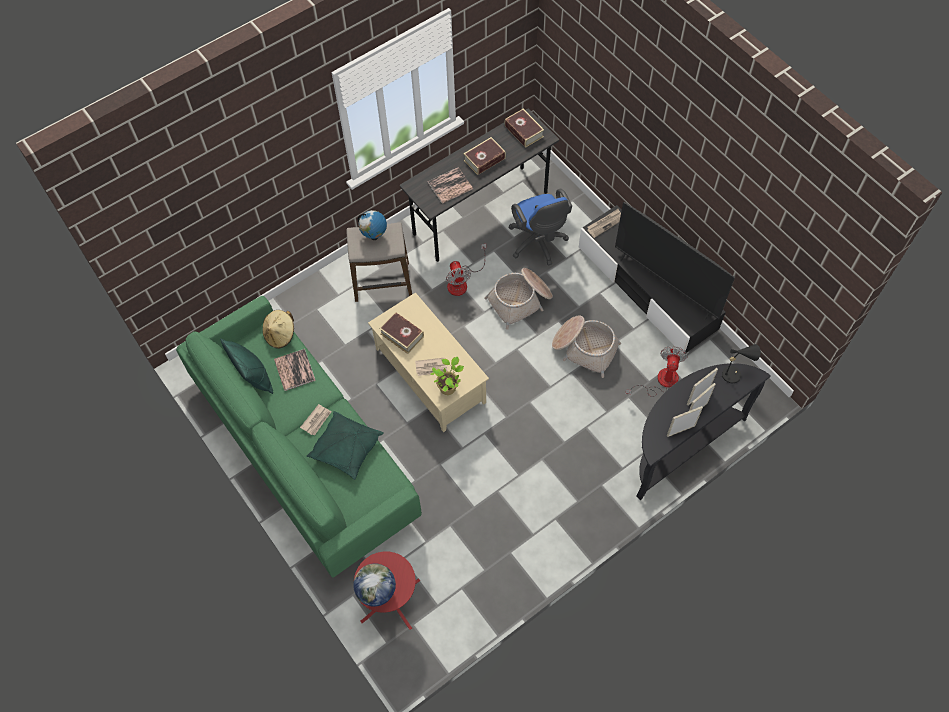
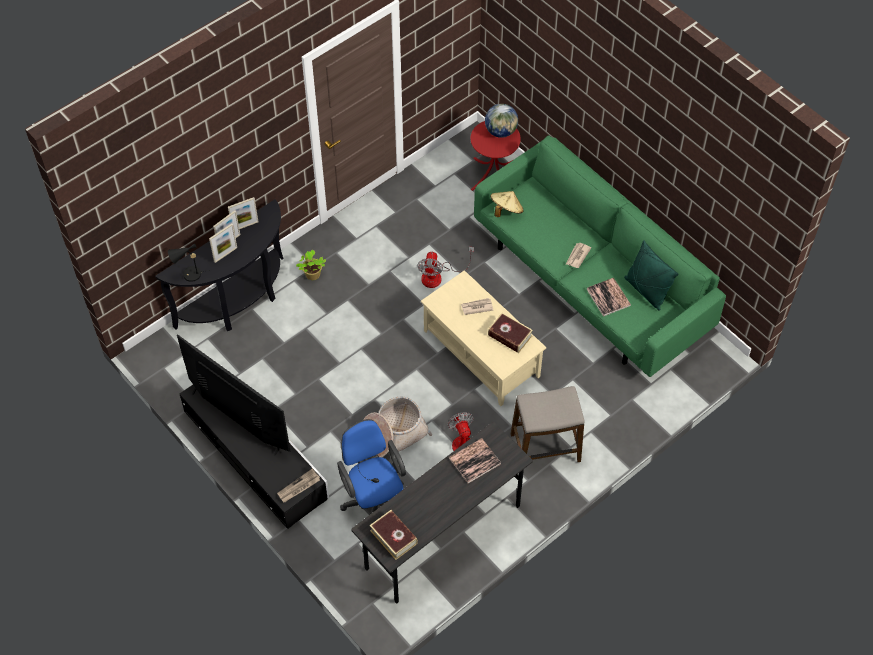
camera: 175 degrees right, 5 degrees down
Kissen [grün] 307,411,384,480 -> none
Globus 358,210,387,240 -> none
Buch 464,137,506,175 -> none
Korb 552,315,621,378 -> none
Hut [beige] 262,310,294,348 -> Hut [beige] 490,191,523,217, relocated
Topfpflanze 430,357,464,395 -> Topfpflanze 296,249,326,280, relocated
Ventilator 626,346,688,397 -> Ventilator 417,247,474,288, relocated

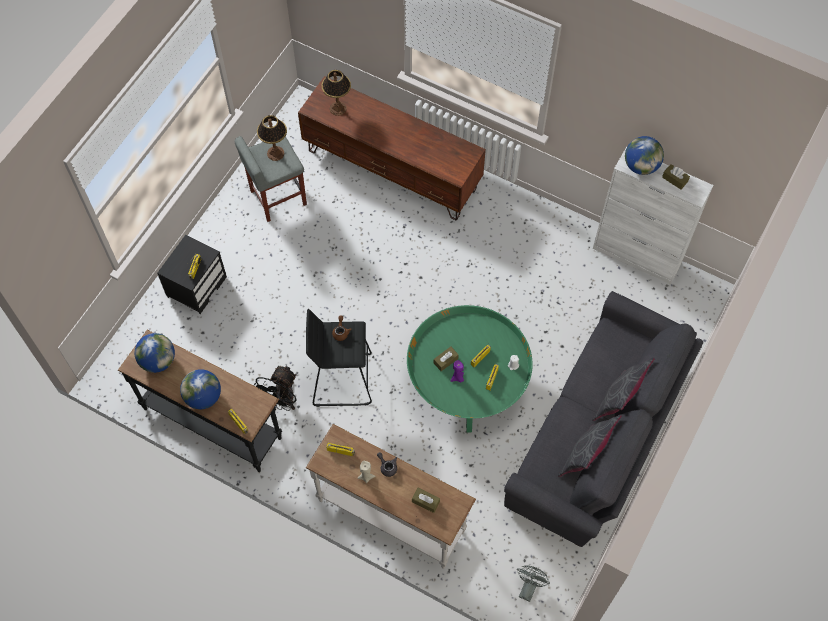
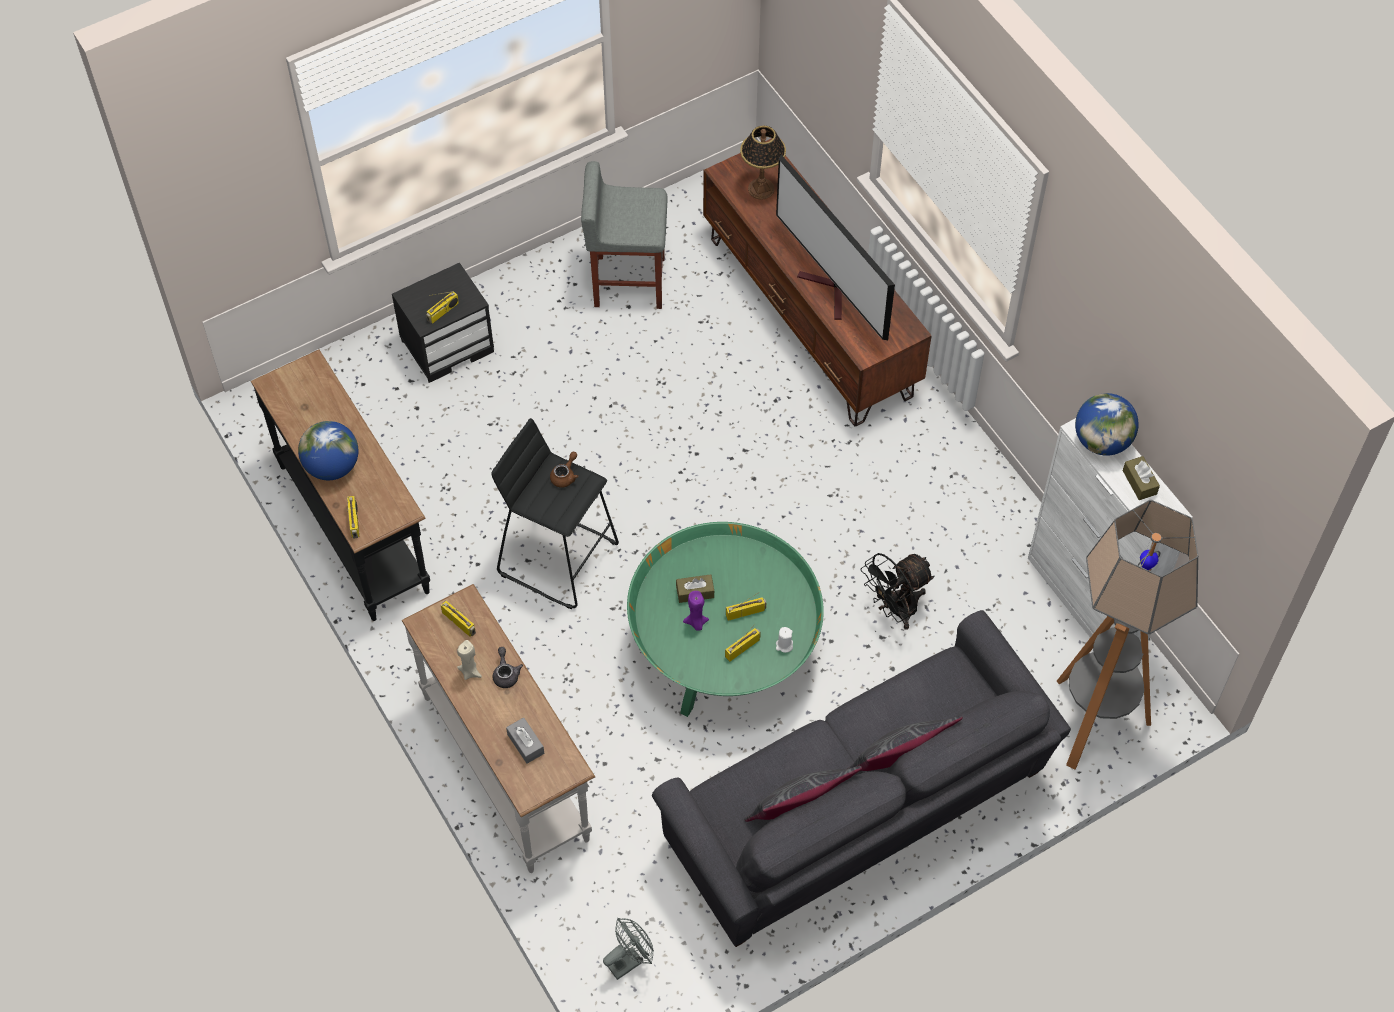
camera: 30 degrees right, 5 degrees down
Globus 135,333,175,373 -> none
Tischlampe 257,115,287,161 -> none
none -> Fernseher 776,155,895,340
none -> Stehlampe 1057,500,1198,769
Ventilator [schwarz] 254,366,297,411 -> Ventilator [schwarz] 861,553,935,630, relocated
Taschentuchbox [braun] 412,488,440,513 -> Taschentuchbox [grau] 506,717,544,764

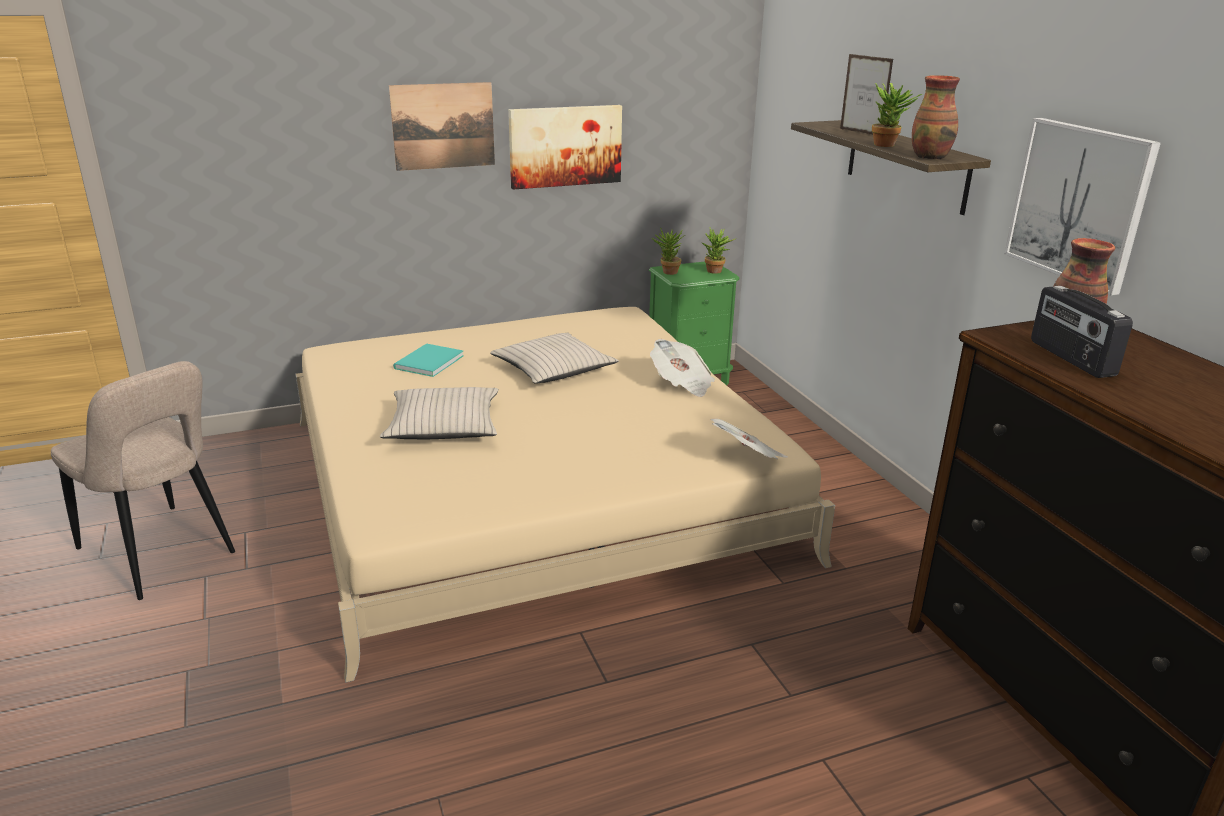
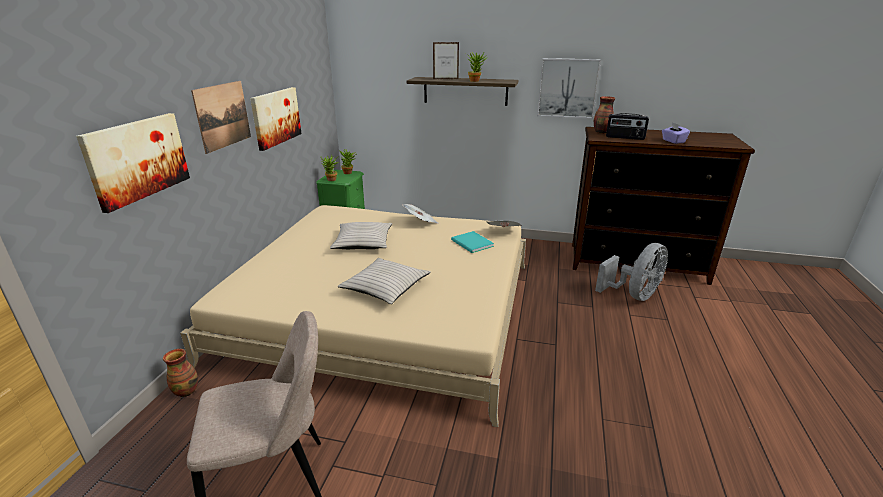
camera: 55 degrees left, 0 degrees up
none -> Bild 76,113,190,213
none -> Ventilator [grau] 595,243,668,301
none -> Taschentuchbox [lila] 662,122,690,144
Buch [türkis] 393,344,464,377 -> Buch [türkis] 451,231,494,253, relocated
Vase 912,75,960,159 -> Vase 163,349,198,397, relocated

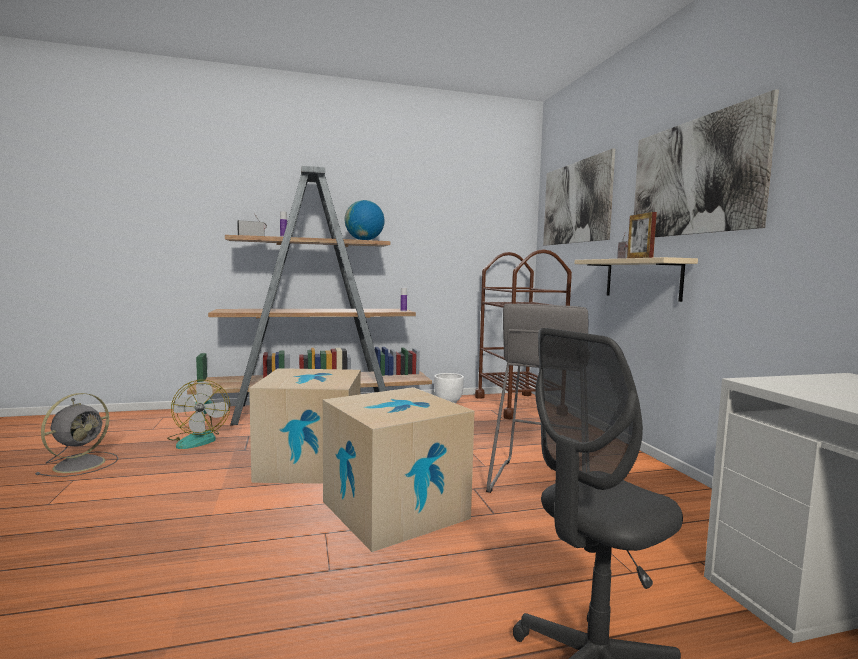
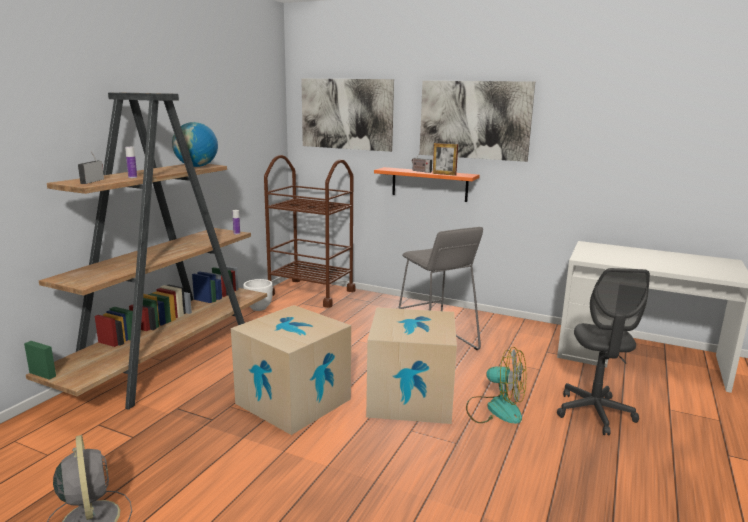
camera: 50 degrees left, 10 degrees up
Ventilator 167,380,230,449 -> Ventilator 466,347,526,424, relocated
Wandregal [beige] 575,257,698,302 -> Wandregal [orange] 374,167,480,202

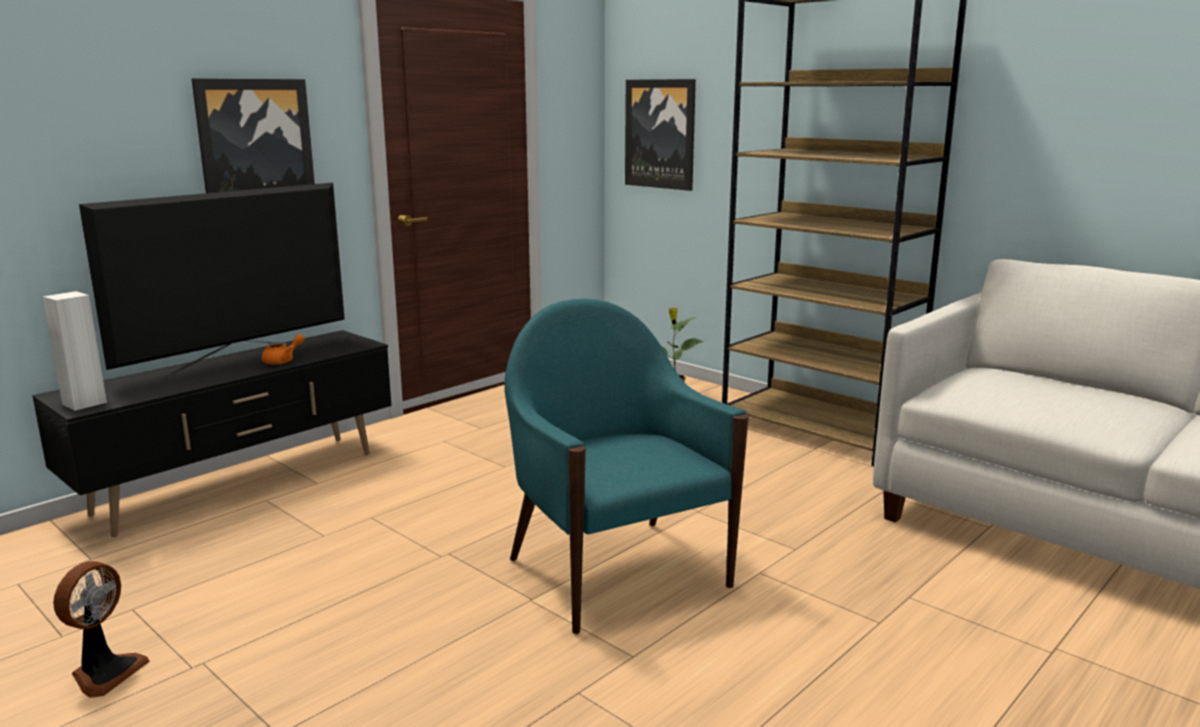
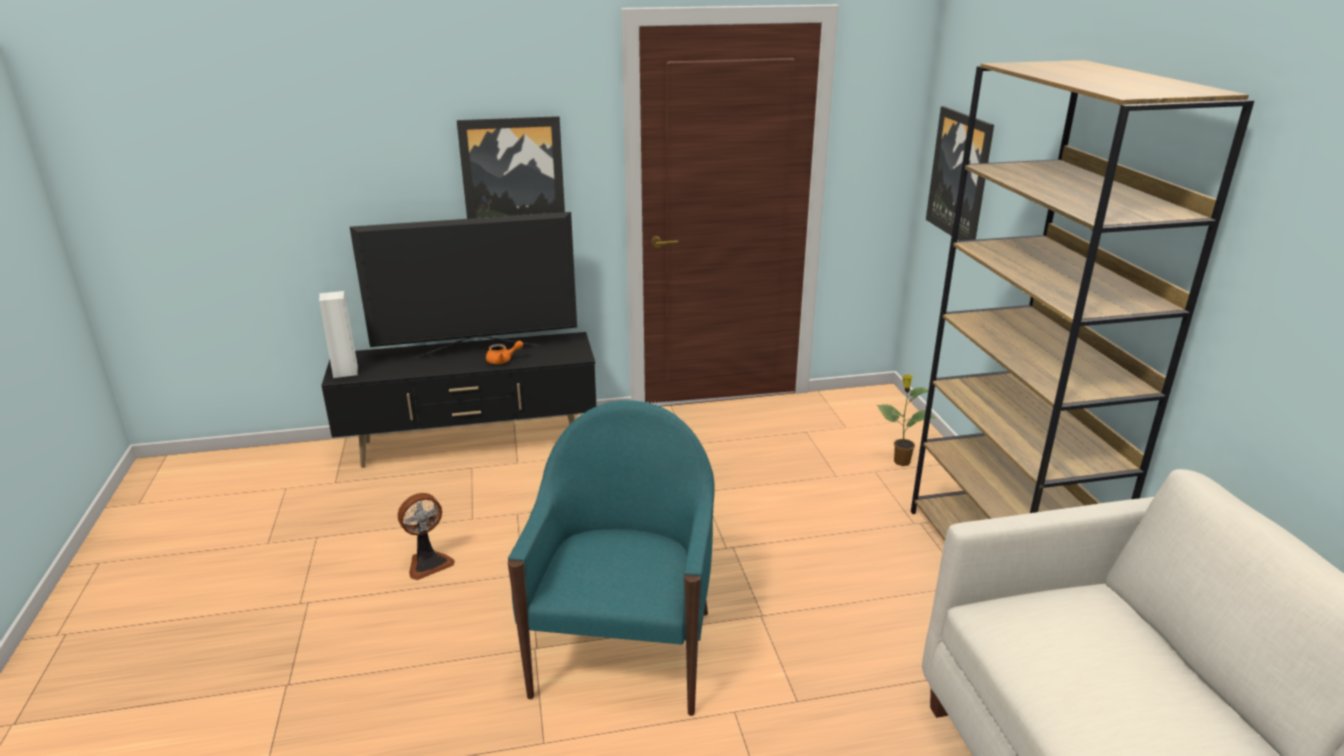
camera: 35 degrees right, 10 degrees up
Ventilator 53,561,150,698 -> Ventilator 398,493,455,580, relocated

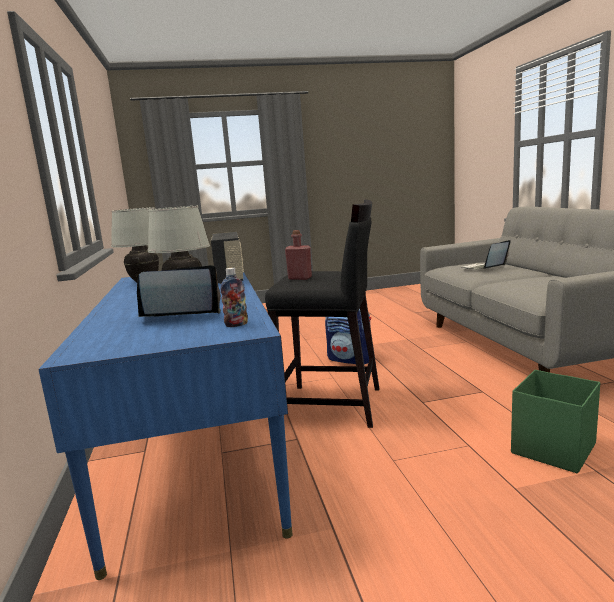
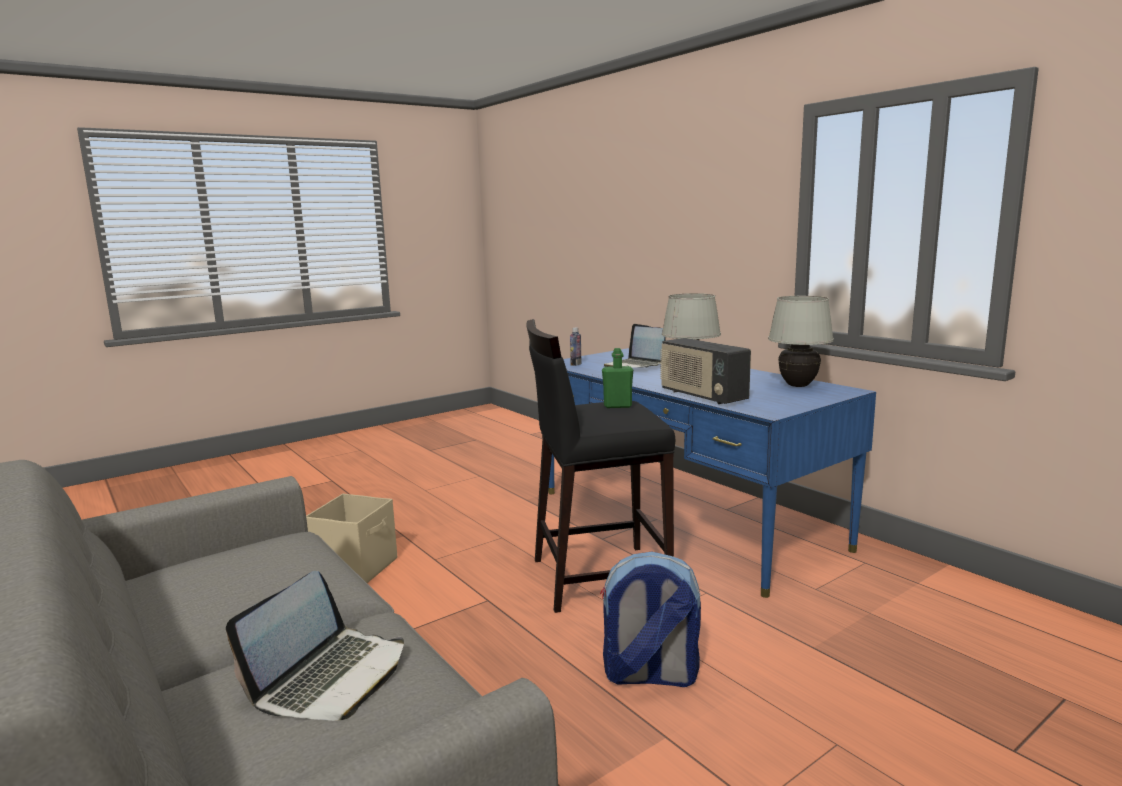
camera: 155 degrees right, 0 degrees up
Flasche [rot] 285,230,312,280 -> Flasche [grün] 602,348,633,408
Aufbewahrungsbox [grün] 511,370,600,473 -> Aufbewahrungsbox [beige] 306,494,397,583
Laptop 137,265,221,317 -> Laptop 604,324,666,368, 90 degrees clockwise

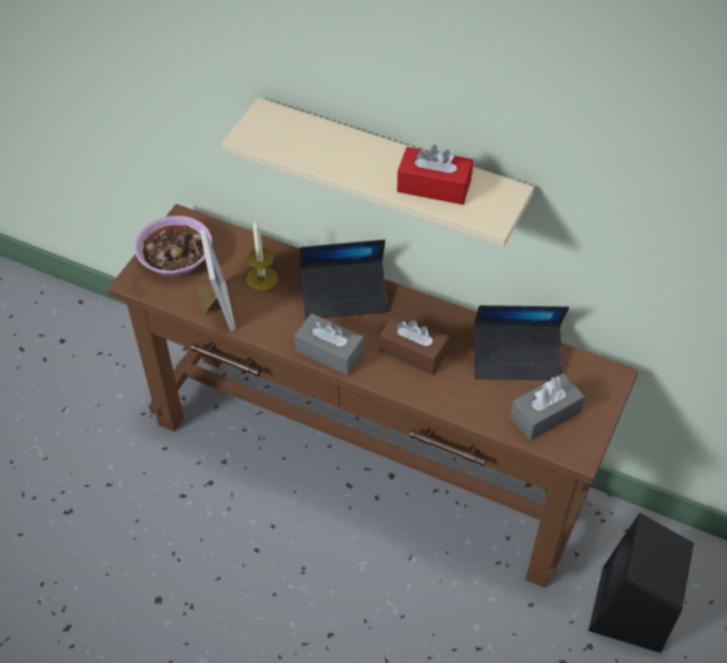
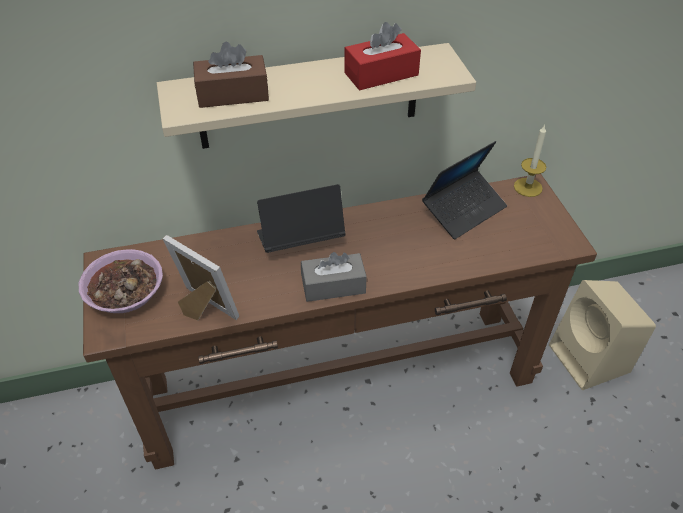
camera: 40 degrees left, 5 degrees down
Taschentuchbox [grau] 510,374,584,440 -> none
Kerze 246,219,278,291 -> Kerze 514,124,546,197, relocated
Taschentuchbox [braun] 380,313,450,375 -> Taschentuchbox [braun] 193,42,269,108, relocated
Lautsprecher [schwarz] 589,513,694,653 -> Lautsprecher [beige] 549,280,656,390
Laptop 299,240,388,319 -> Laptop 257,184,346,253, 150 degrees counterclockwise

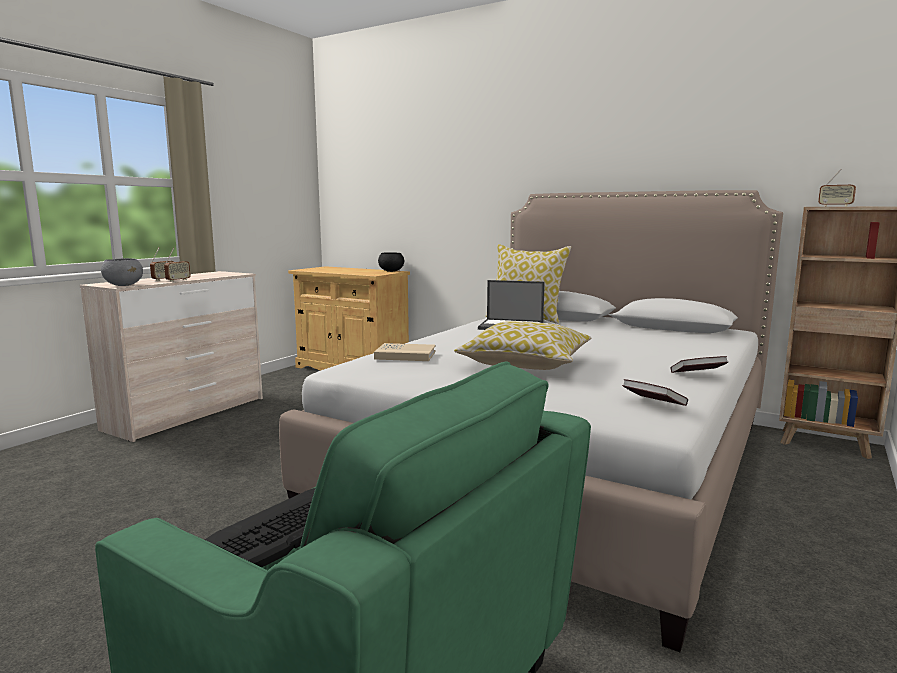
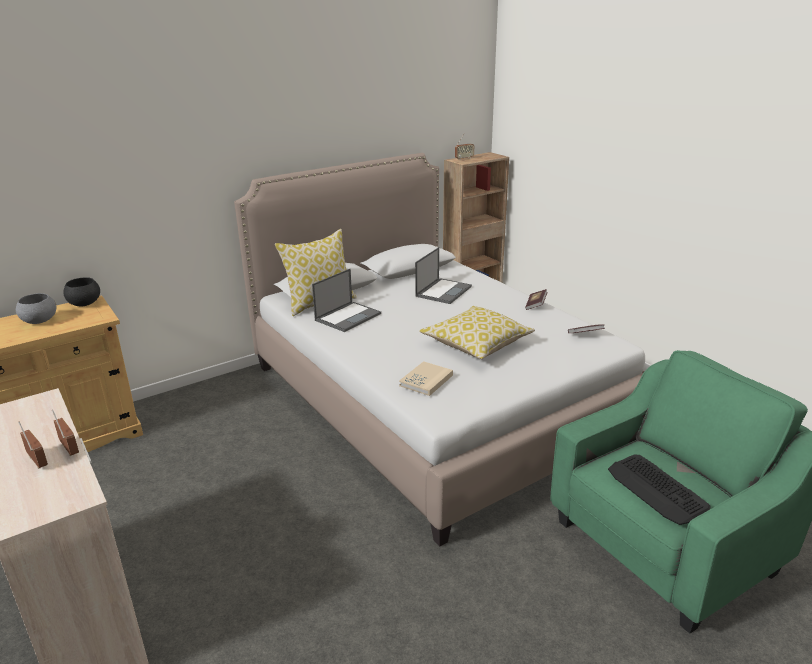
camera: 65 degrees left, 15 degrees up
none -> Laptop 415,247,472,304
Schüssel [grau] 101,258,143,286 -> Schüssel [grau] 16,293,57,324, relocated

